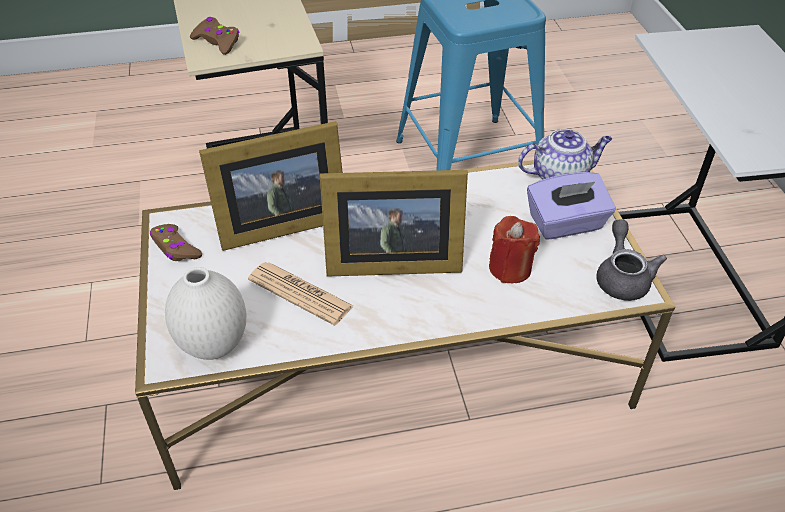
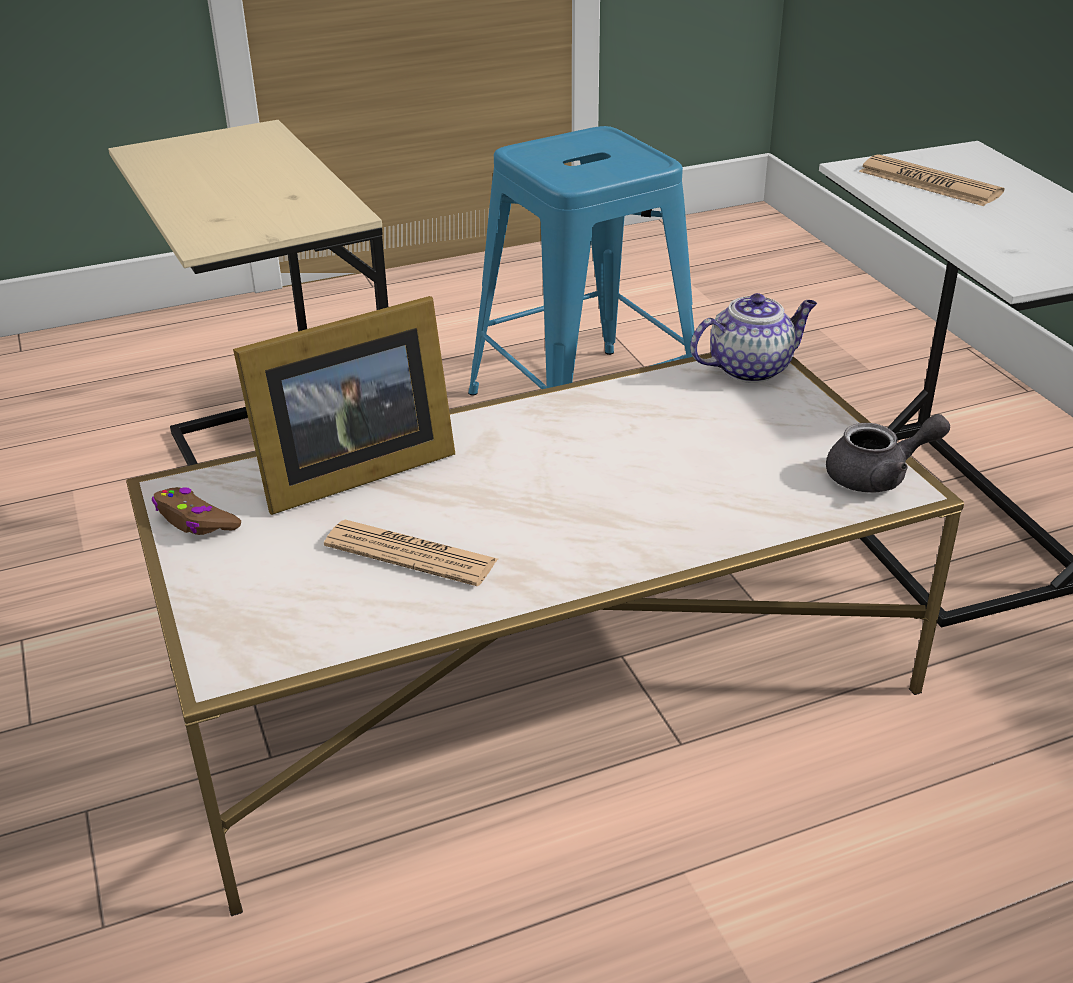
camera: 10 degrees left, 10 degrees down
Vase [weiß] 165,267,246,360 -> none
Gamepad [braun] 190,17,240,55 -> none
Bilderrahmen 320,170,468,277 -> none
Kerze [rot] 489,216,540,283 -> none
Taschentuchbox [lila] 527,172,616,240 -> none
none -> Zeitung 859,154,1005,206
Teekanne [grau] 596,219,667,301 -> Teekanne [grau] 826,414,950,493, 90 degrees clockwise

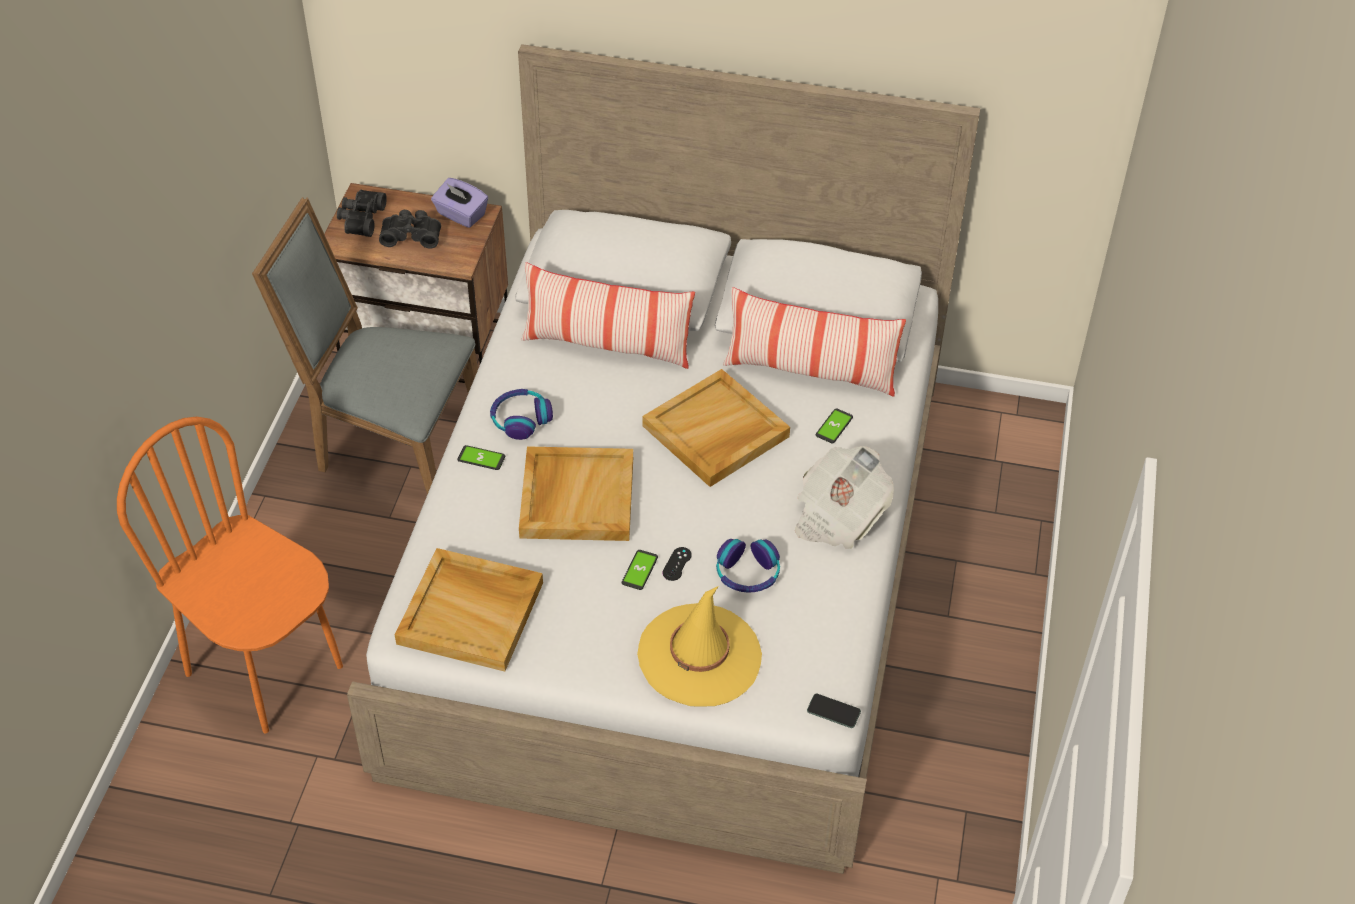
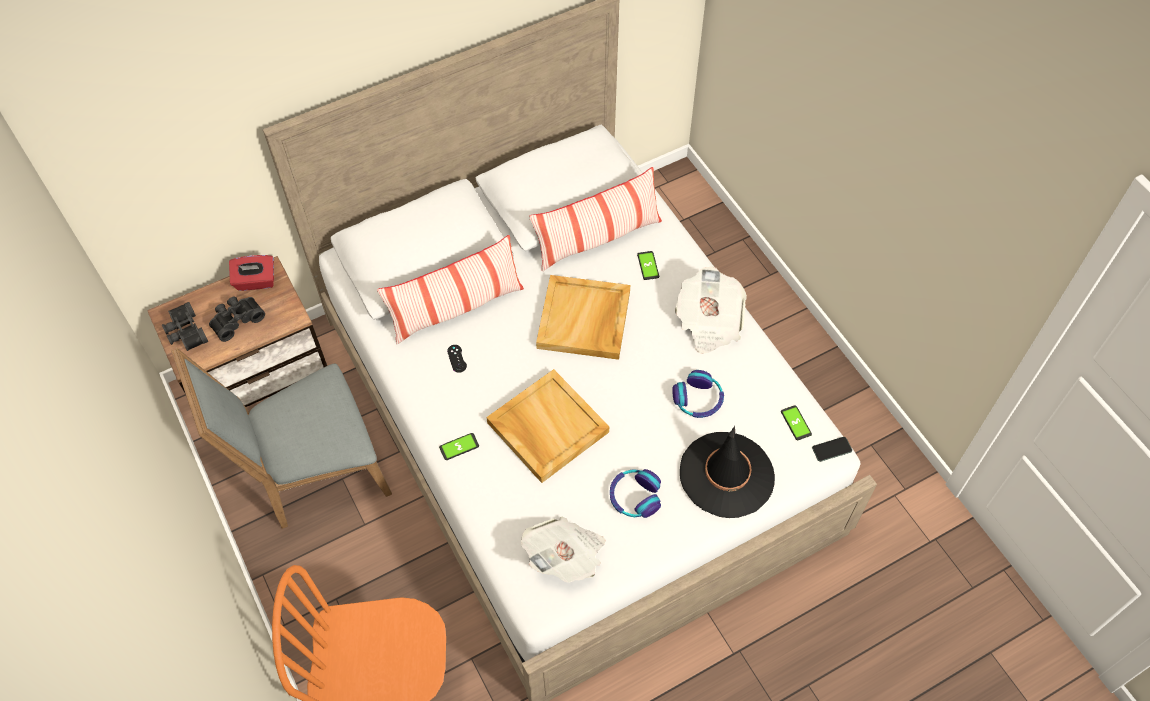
camera: 40 degrees left, 10 degrees up
Kopfhörer 490,389,553,440 -> Kopfhörer 610,469,661,518, relocated
Handy 622,550,658,590 -> Handy 781,405,812,440, relocated
Gamepad [schwarz] 663,547,692,581 -> Gamepad [schwarz] 447,345,467,373, relocated
Tablett [beige] 395,548,543,671 -> Zeitung 521,517,606,583
Taschentuchbox [lila] 431,178,488,228 -> Taschentuchbox [rot] 229,255,274,291
Hut [gelb] 637,586,762,707 -> Hut [schwarz] 680,426,775,518

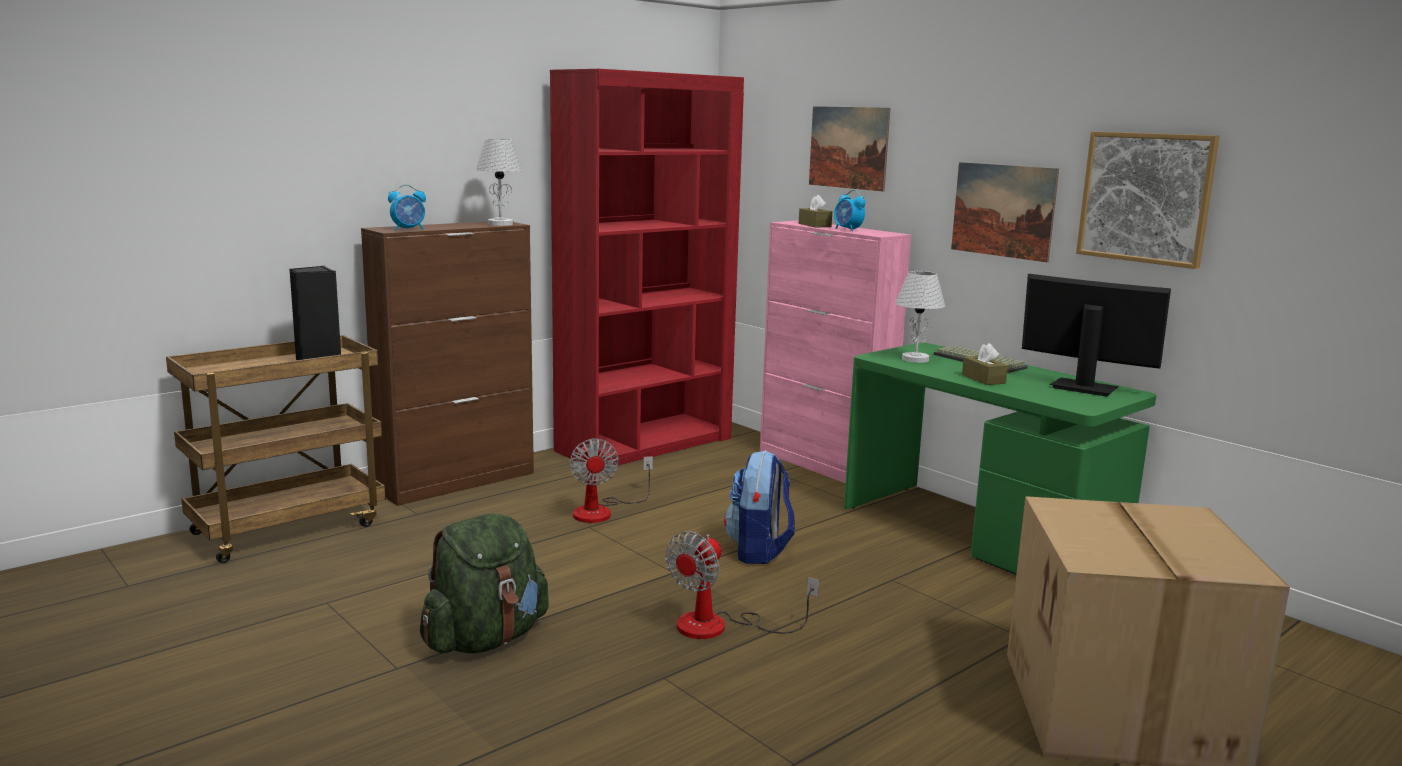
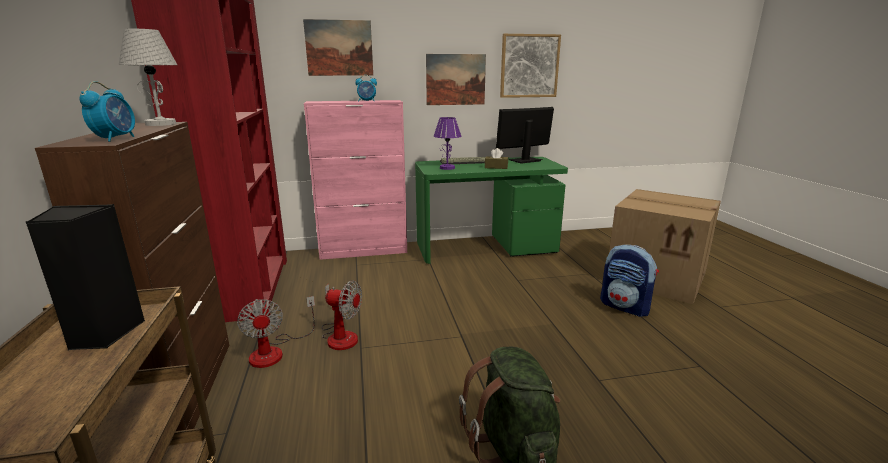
camera: 60 degrees left, 5 degrees up
Taschentuchbox [braun] 799,195,832,227 -> none
Ventilator 666,532,819,639 -> Ventilator 237,296,315,368, relocated
Rucksack 724,450,795,564 -> Rucksack 600,244,659,317, relocated
Tischlampe [weiß] 895,271,945,363 -> Tischlampe [lila] 434,117,461,170

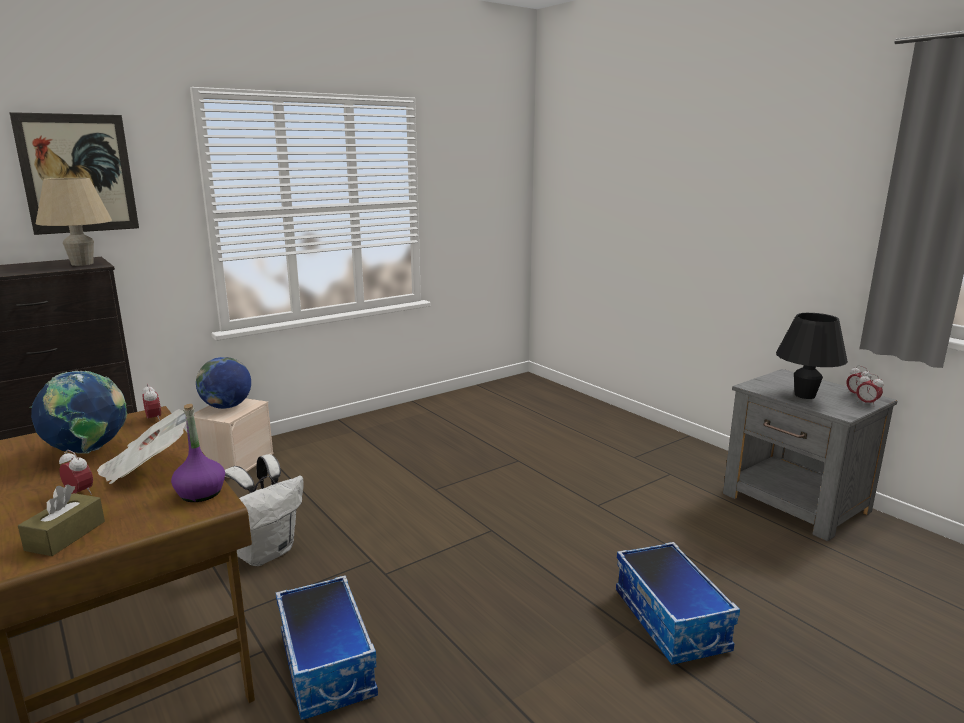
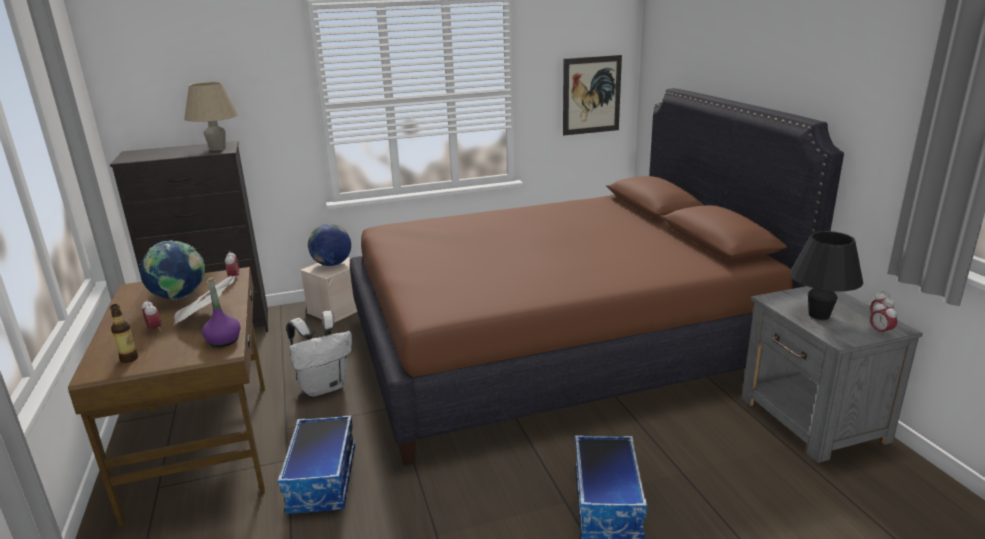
camera: 20 degrees right, 5 degrees up
none -> Bett [braun] 350,88,844,465
Bild 9,112,139,235 -> Bild 563,55,622,136, relocated
Taschentuchbox [braun] 18,485,105,556 -> Flasche 110,304,138,363

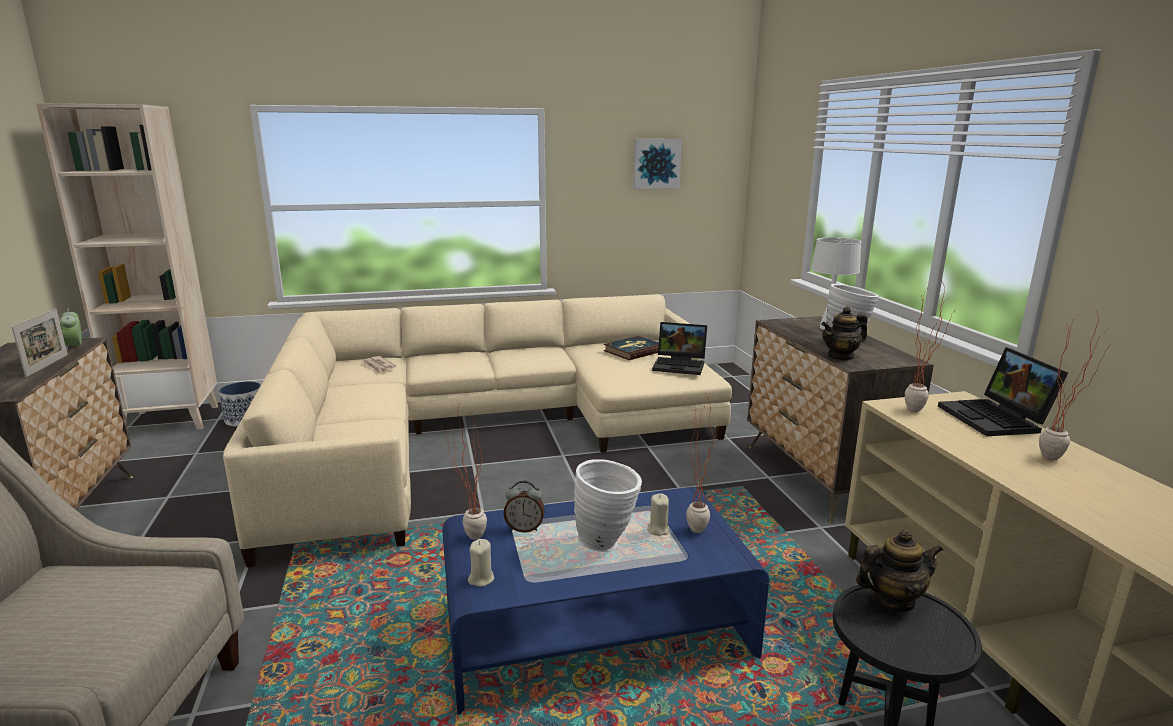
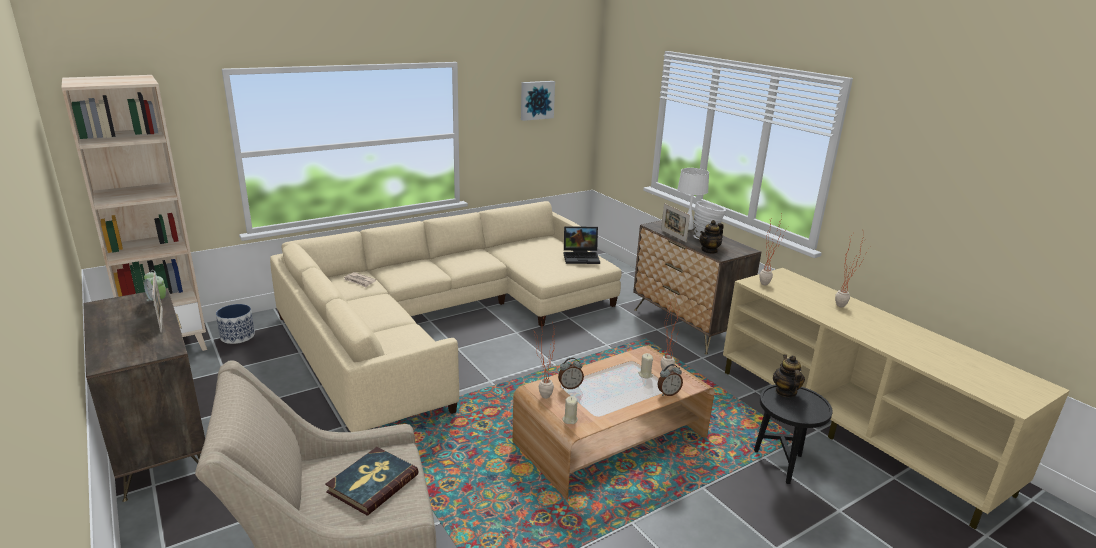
camera: 20 degrees left, 5 degrees up
Vase [weiß] 574,459,642,552 -> none
Laptop 938,347,1068,436 -> none
none -> Wecker 658,364,683,396
none -> Bilderrahmen 661,203,690,242
Buch 604,336,659,360 -> Buch 325,447,419,515, relocated
Couchtisch [blau] 442,487,769,714 -> Couchtisch [braun] 512,345,714,500
Teekanne 856,529,943,612 -> Teekanne 773,354,805,397, 60 degrees counterclockwise

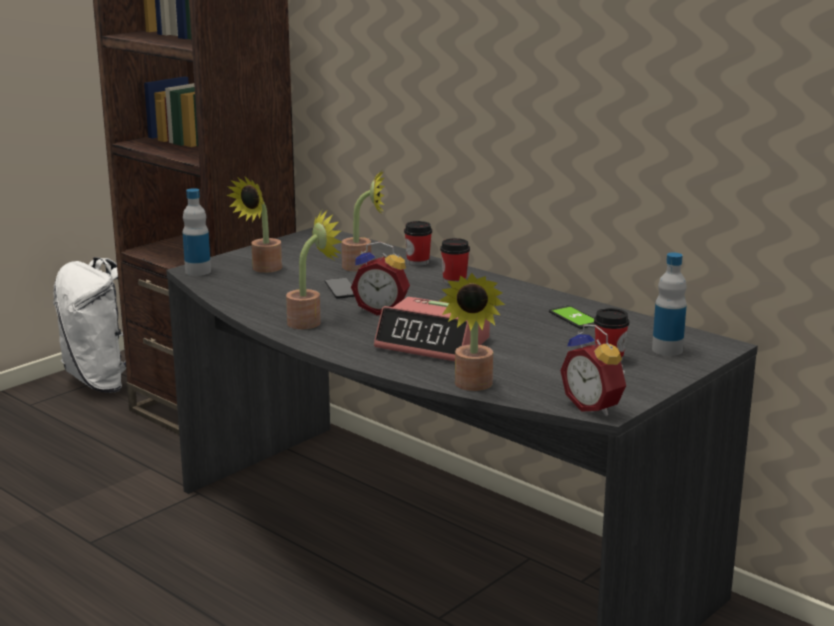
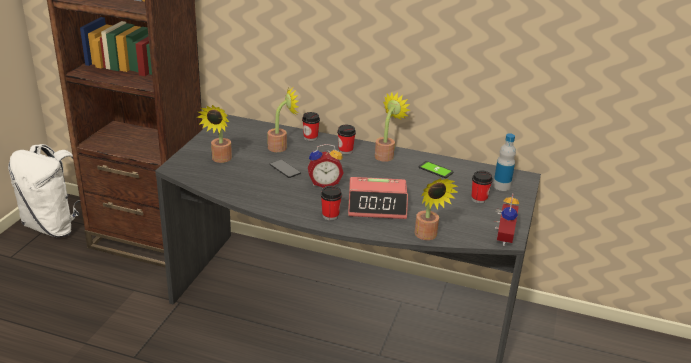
camera: 25 degrees left, 10 degrees up
Flasche 182,188,211,276 -> none
none -> Tasse 321,186,342,220
Topfpflanze 286,210,342,329 -> Topfpflanze 375,92,410,162, relocated
Wecker 560,324,626,416 -> Wecker 495,193,519,246, 105 degrees counterclockwise

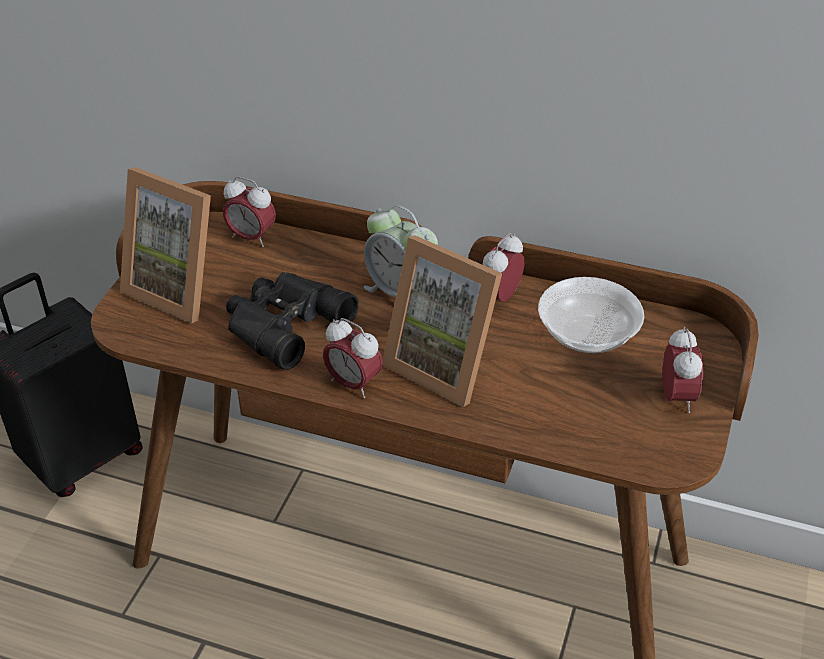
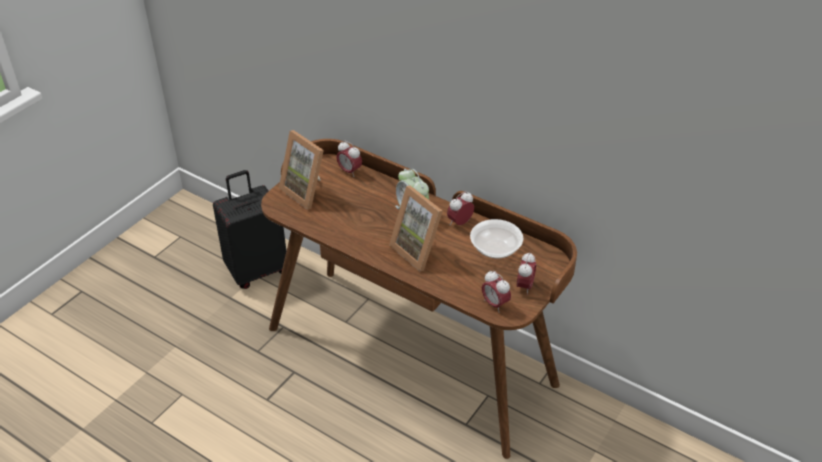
camera: 15 degrees right, 0 degrees up
Fernglas [schwarz] 226,272,359,370 -> none
Wecker 323,318,383,398 -> Wecker 482,271,511,313, relocated

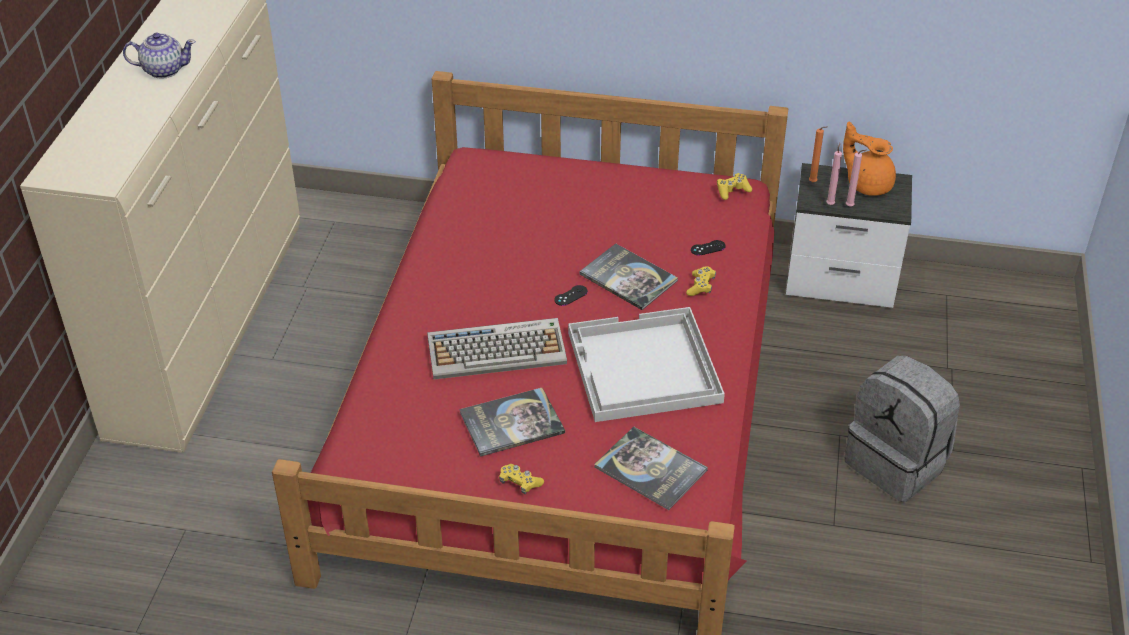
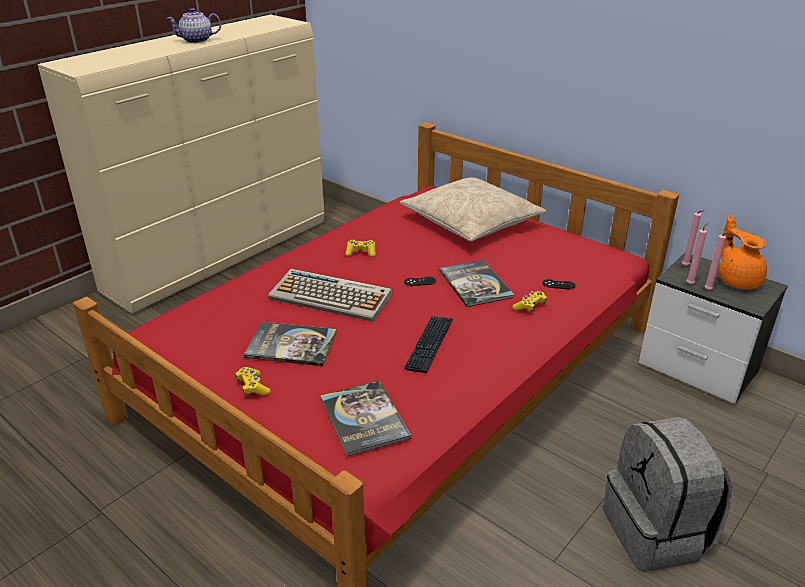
camera: 30 degrees right, 10 degrees down
none -> Kissen [beige] 400,177,547,242
Gamepad [gelb] 717,173,752,200 -> Gamepad [gelb] 345,240,376,257, relocated
Tablett [weiß] 568,307,725,422 -> Tastatur 404,316,453,373
Kerze [orange] 809,127,826,182 -> Kerze [rosa] 682,210,705,266
Teekanne 123,33,196,79 -> Teekanne 166,8,221,43, 135 degrees clockwise

